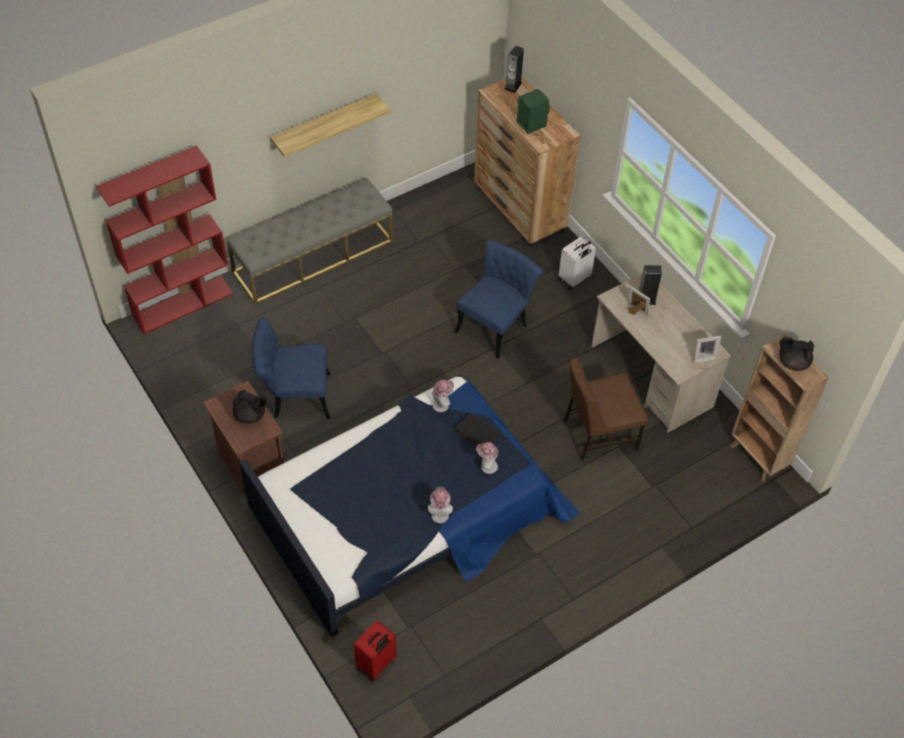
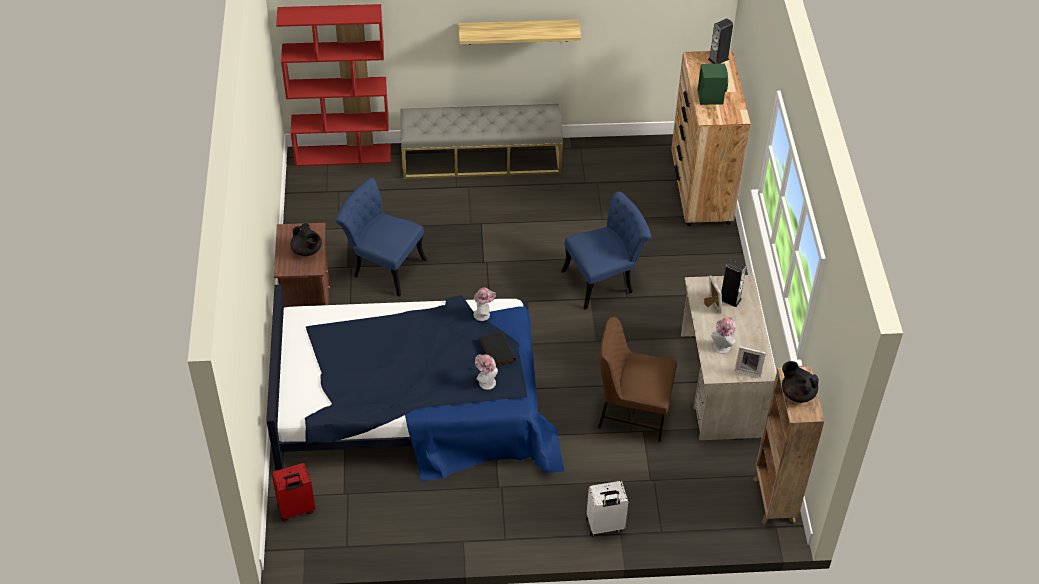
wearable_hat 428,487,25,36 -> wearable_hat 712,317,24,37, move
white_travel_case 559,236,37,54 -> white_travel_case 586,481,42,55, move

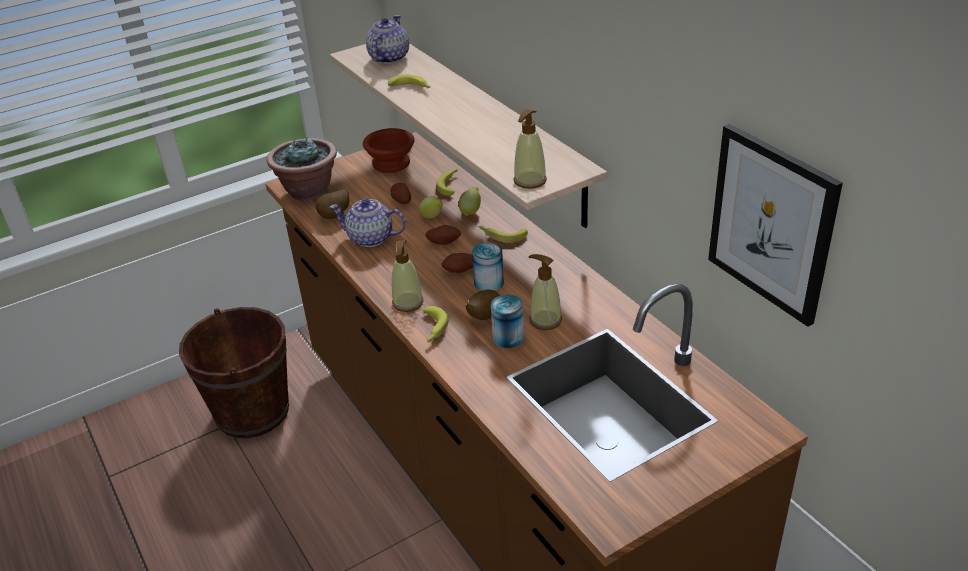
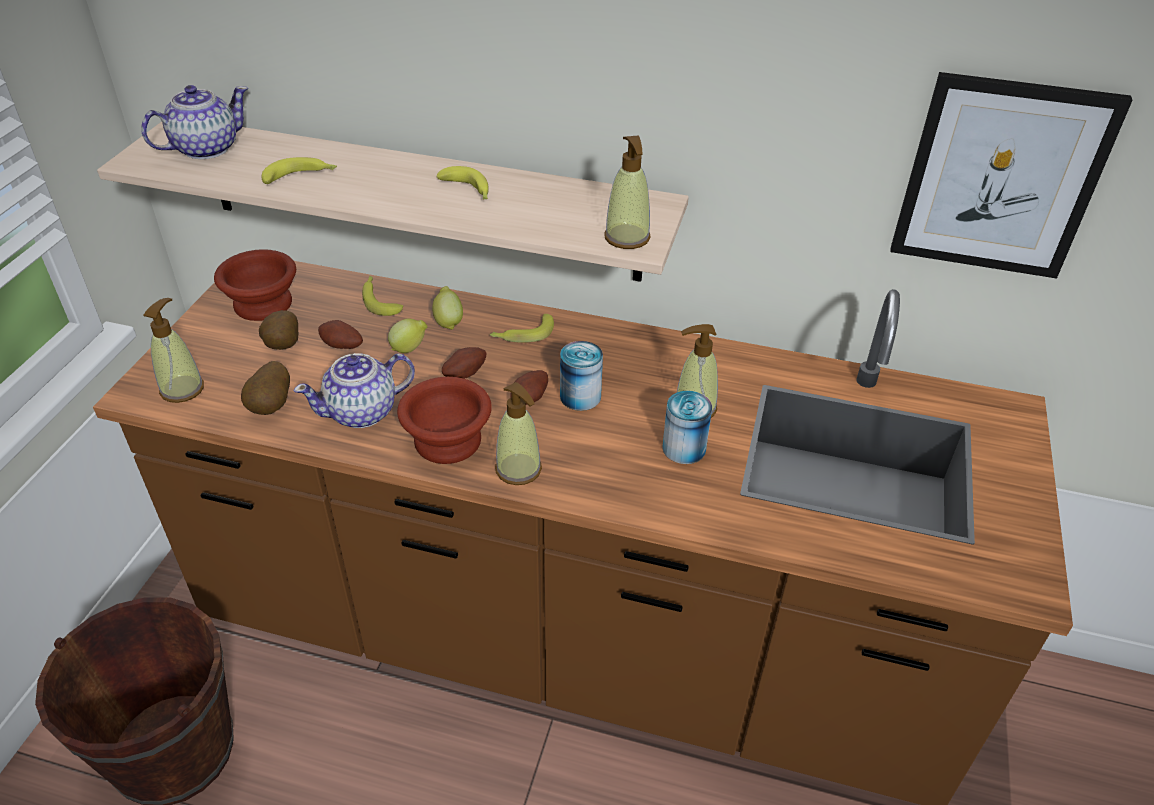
potted_plant 266,137,71,64 -> soap_dispenser 144,298,60,105
pot_for_tea 366,15,43,49 -> pot_for_tea 141,85,107,74, 75 degrees clockwise
banana 423,306,26,36 -> banana 436,166,53,34, move
spud 466,289,34,31 -> spud 259,310,39,40, move
none -> brown-coloured_deep_dish 397,377,95,87

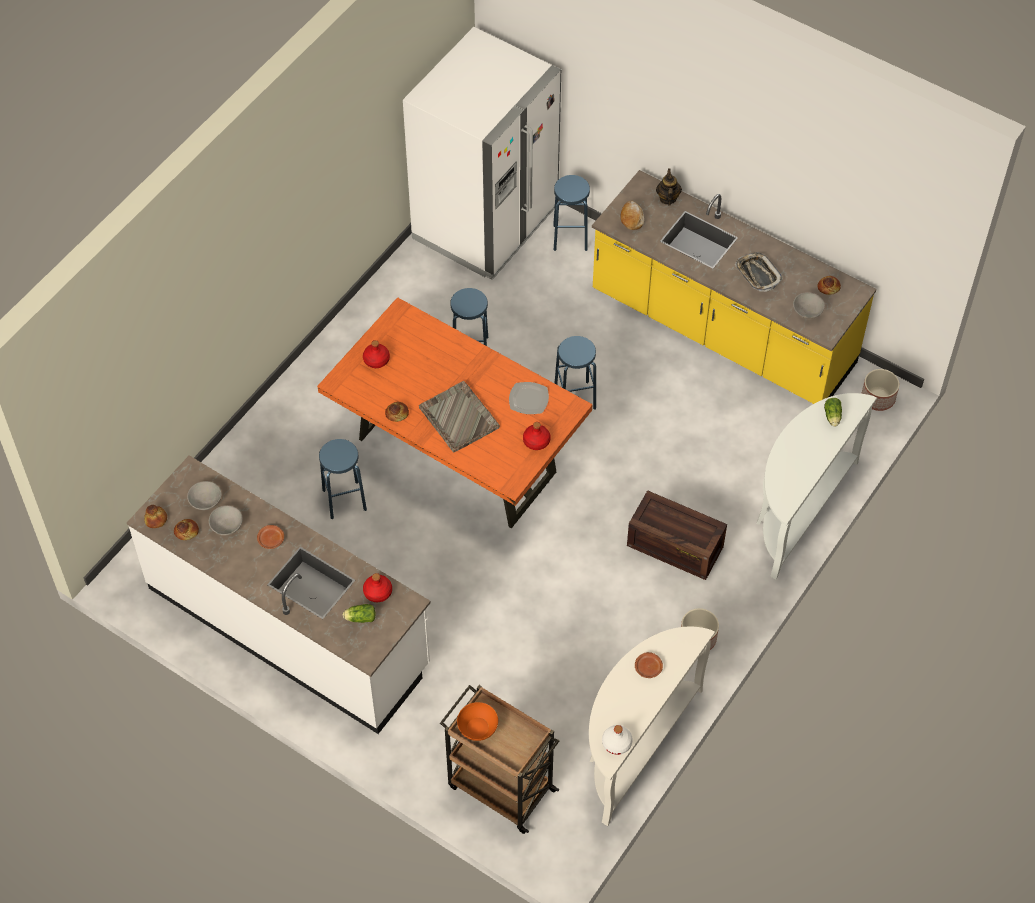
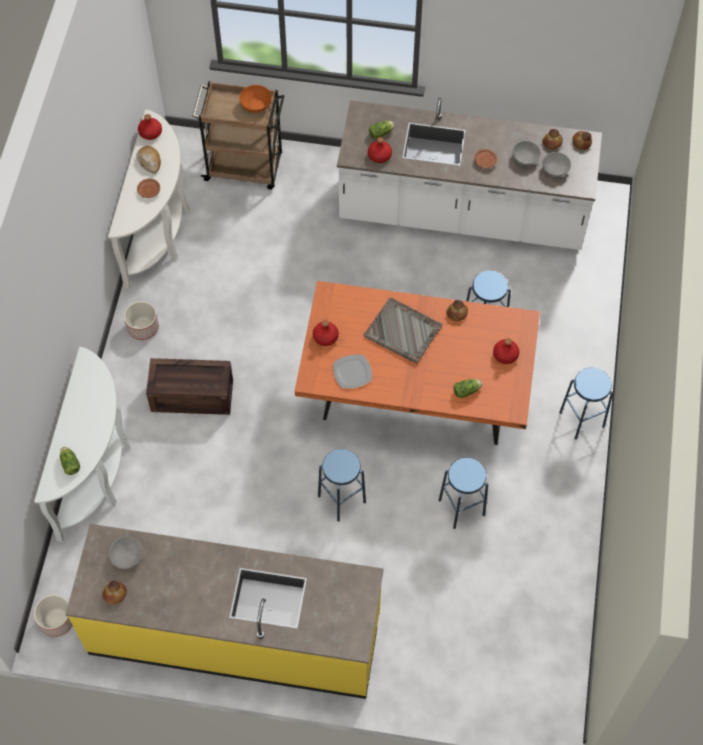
white_refrigerator 403,27,158,253 -> none
blue_stool_seat 553,175,37,76 -> blue_stool_seat 559,368,54,72, move
white_beverage_bottle 602,725,31,30 -> reddish_beverage_bottle 138,114,24,26
bread 621,201,23,29 -> bread 136,146,25,28, move
pot_for_tea 656,168,26,38 -> none
carrying_tray 735,252,48,40 -> none
none -> head_of_lettuce 453,379,29,19

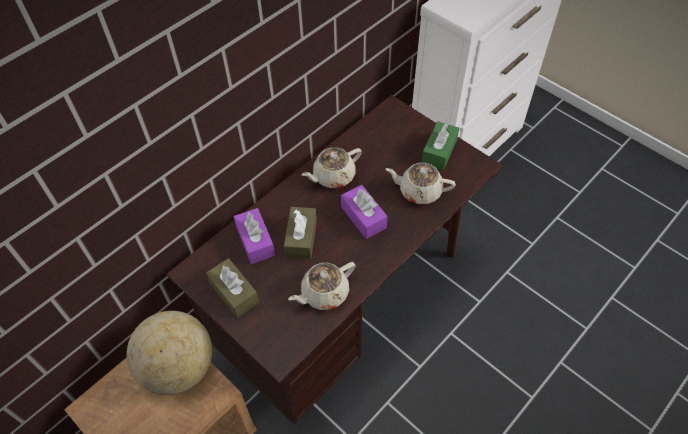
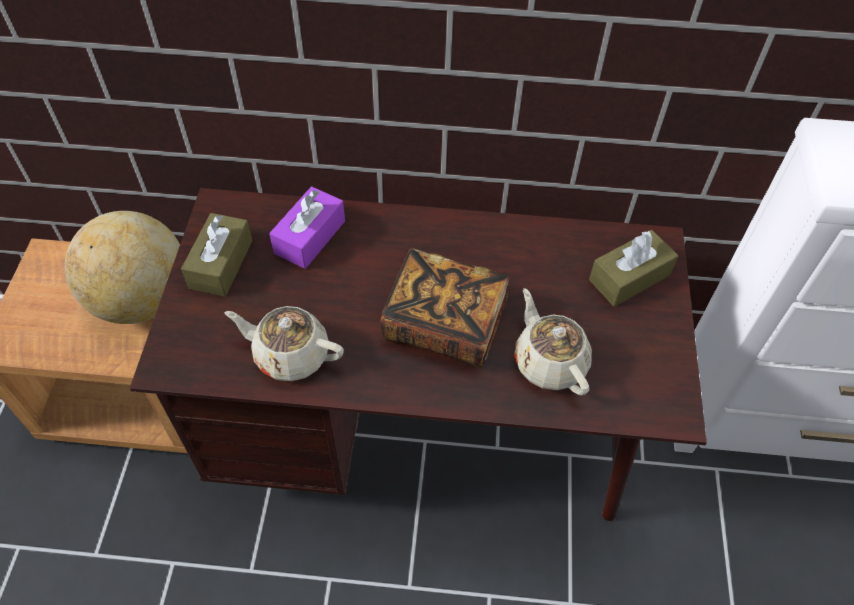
brown-coloured_box_of_tissues 284,207,33,52 -> brown-coloured_box_of_tissues 589,230,89,77, move
beige-coloured_pot_for_tea 302,147,60,41 -> none
purple-coloured_box_of_tissues 341,185,47,54 -> volume 380,248,129,119
green-coloured_box_of_tissues 422,121,37,49 -> none

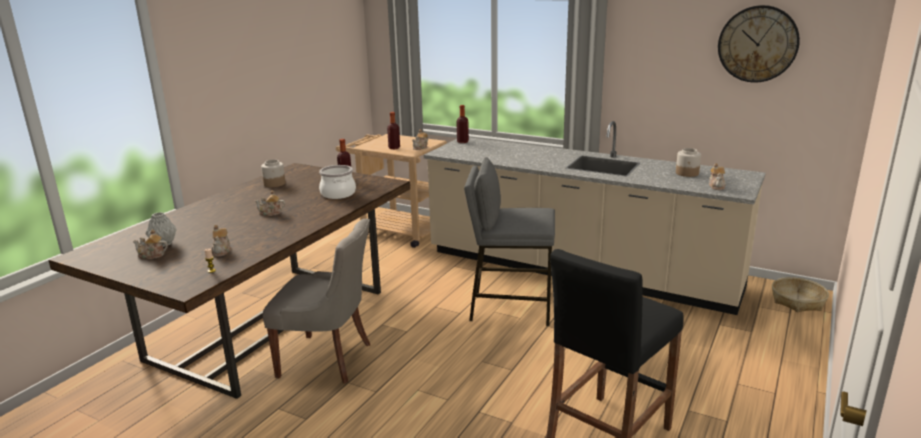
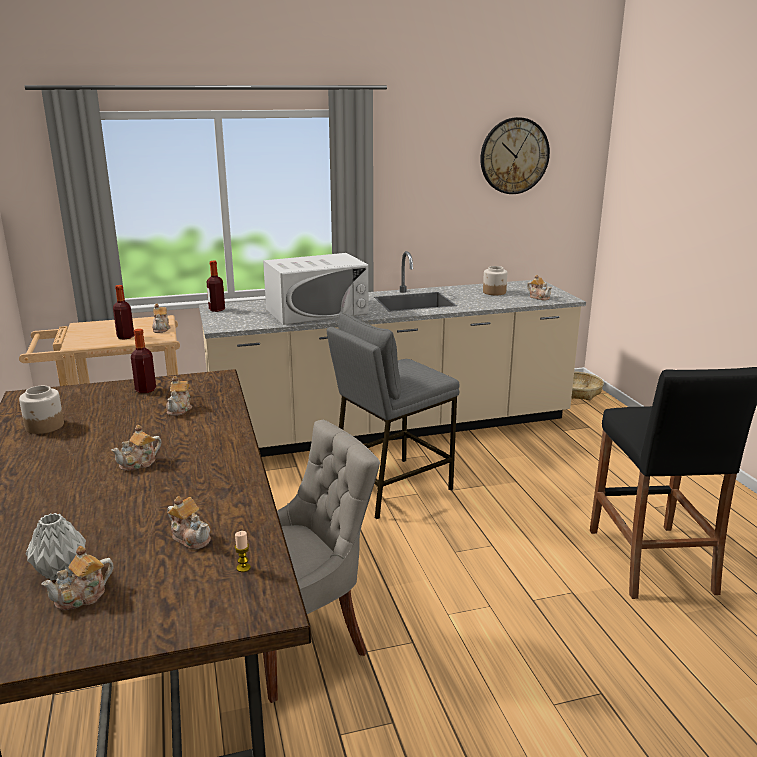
stockpot 319,165,37,34 -> pot_for_tea 166,376,26,40
none -> white_microwave_oven 263,253,106,72

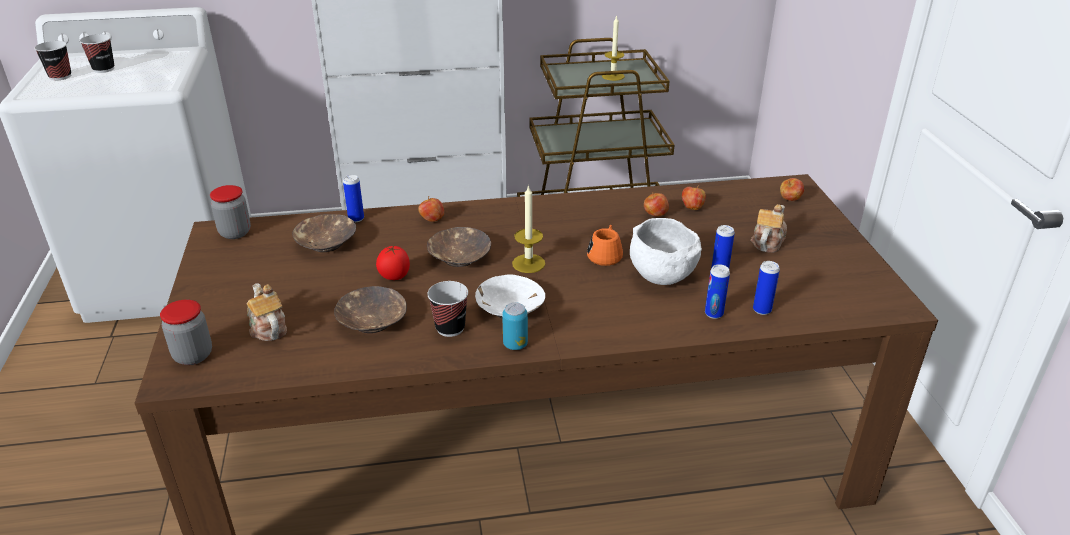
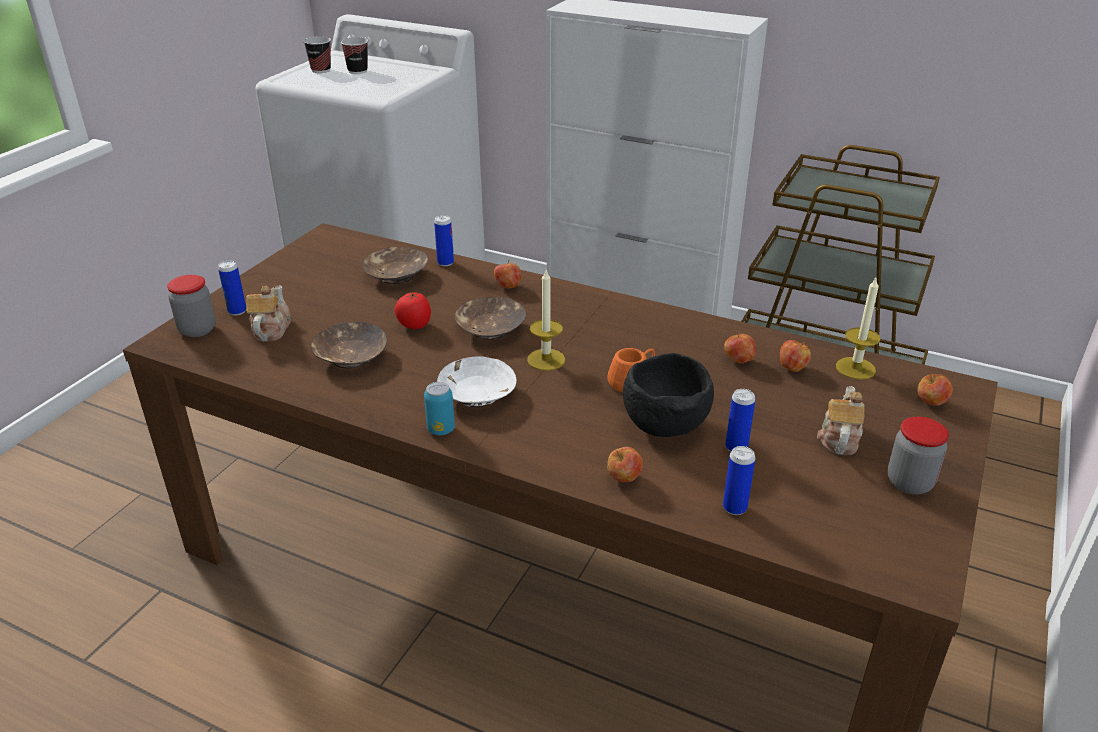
jar 210,185,41,54 -> jar 888,417,61,78, move
drinking_cup 427,281,41,56 -> none
wax_light 602,15,23,66 -> wax_light 836,276,44,104, move
white_deep_dish 630,218,72,67 -> blackish_deep_dish 623,353,91,84
sealed_can 705,264,25,55 -> sealed_can 218,261,28,54, move
pot_for_tea 751,204,36,49 -> pot_for_tea 817,386,48,69, 45 degrees counterclockwise
none -> whole_apple 607,447,36,35

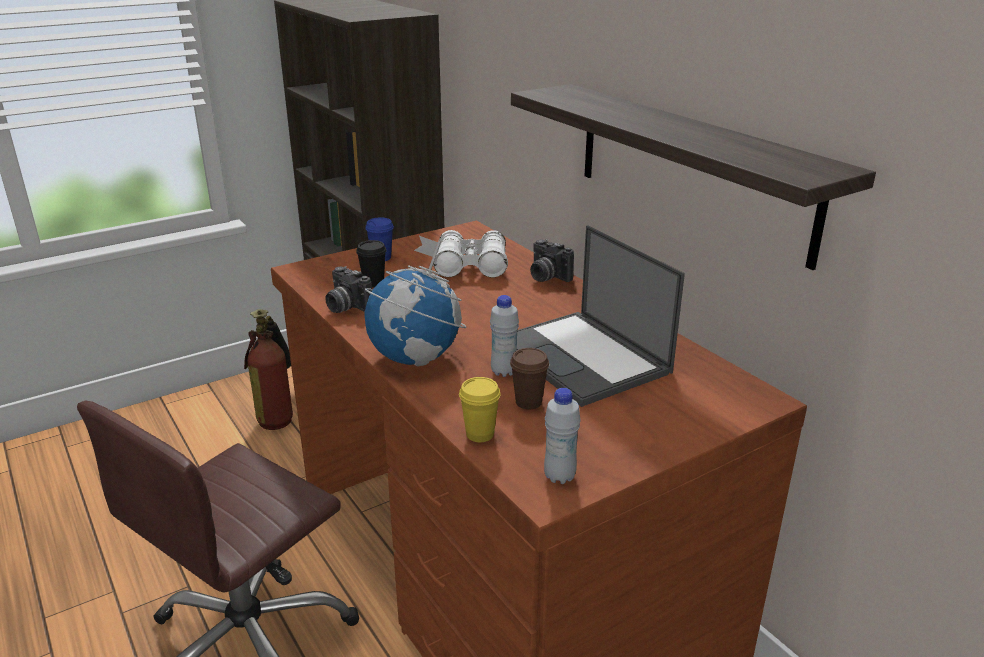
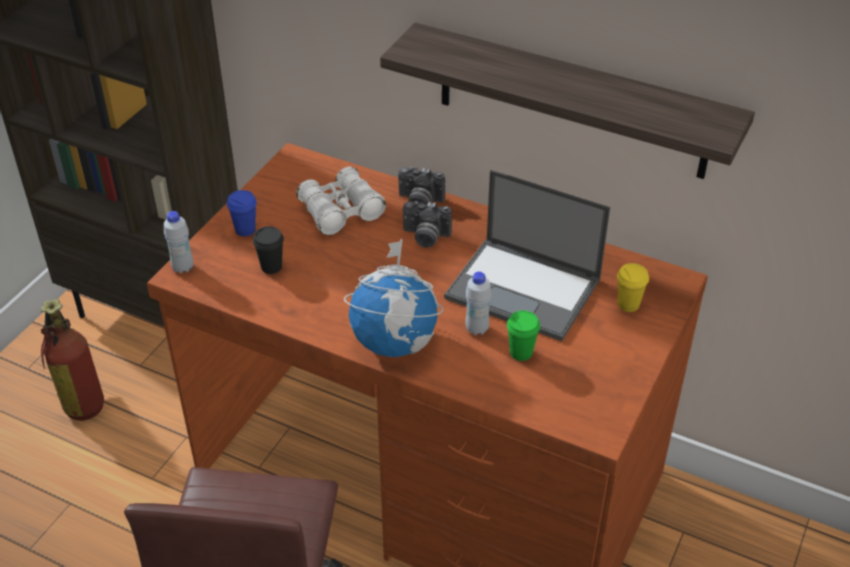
photo_camera 325,266,47,47 -> photo_camera 403,201,49,47, move
yellowish_drinking_cup 459,377,42,65 -> yellowish_drinking_cup 617,263,32,49, move
brown-coloured_drinking_cup 510,348,39,61 -> green-coloured_drinking_cup 507,310,33,51
white_beverage_bottle 544,388,37,96 -> white_beverage_bottle 164,211,29,62, move

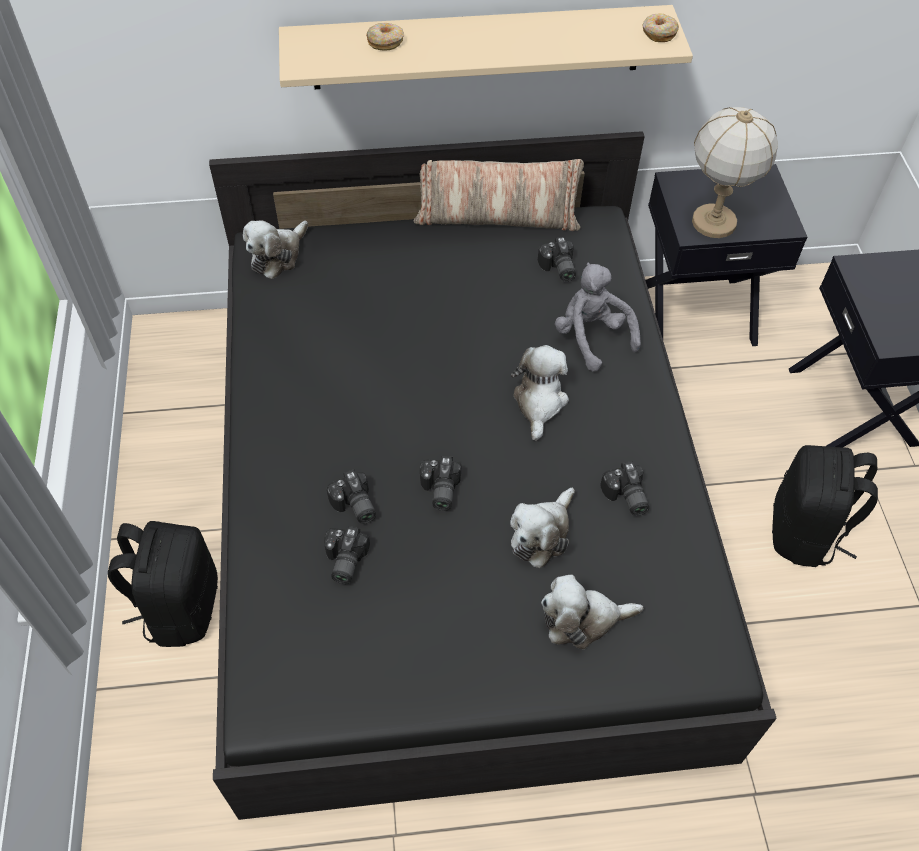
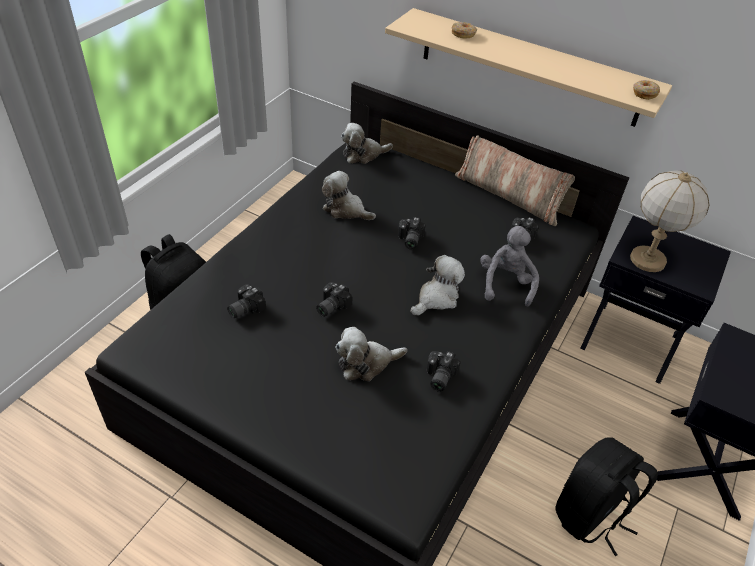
photo_camera 327,469,49,55 -> photo_camera 398,217,28,32, move
cuddly_toy 541,574,103,75 -> cuddly_toy 322,171,54,49, move

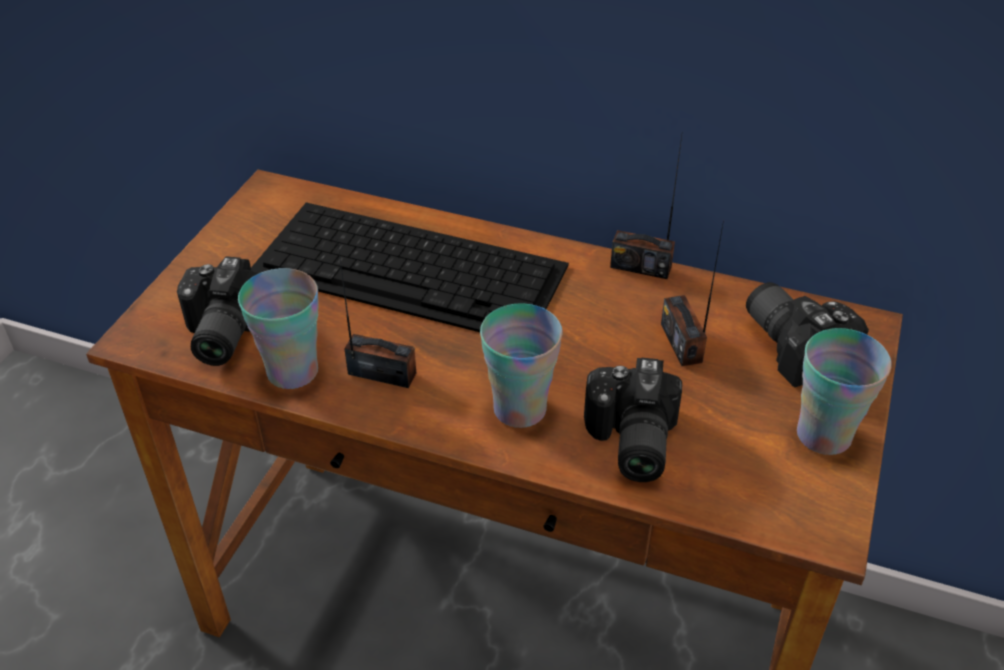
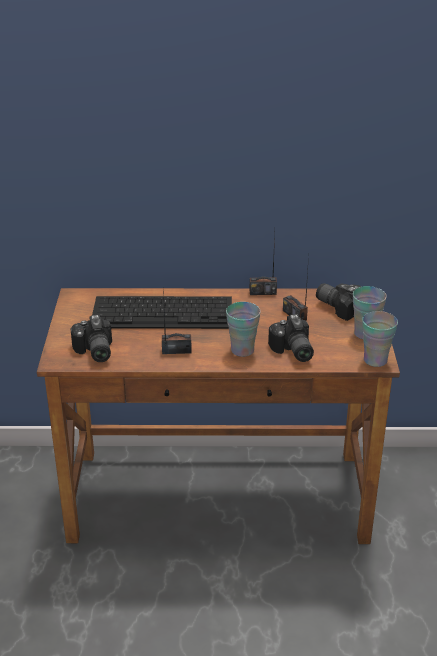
drinking_cup 238,268,81,121 -> drinking_cup 362,311,36,56, move

